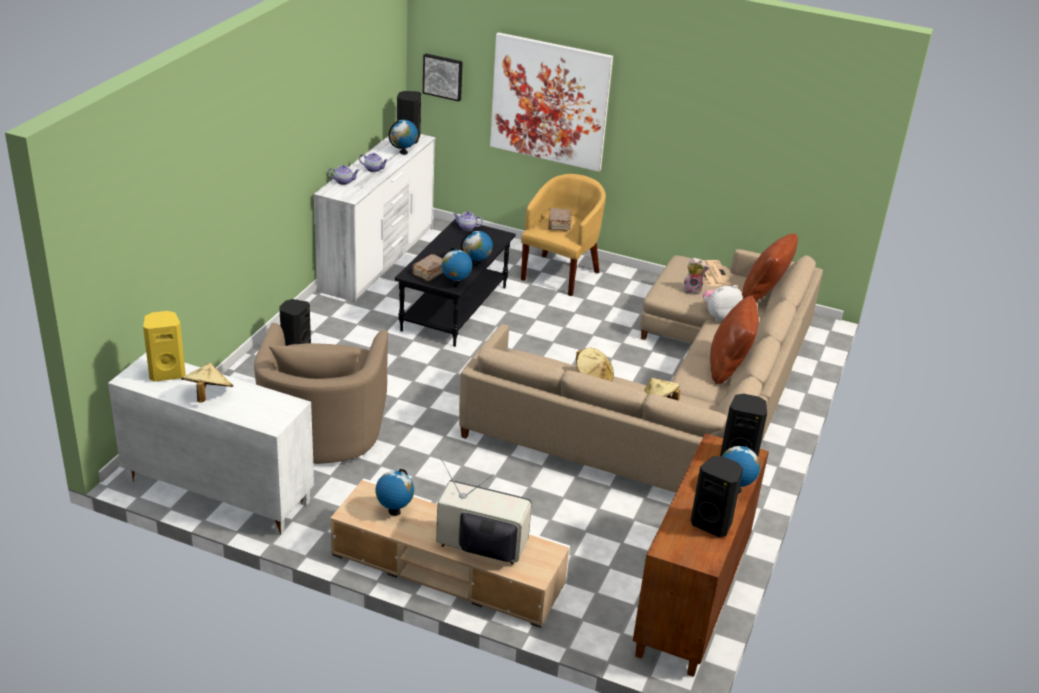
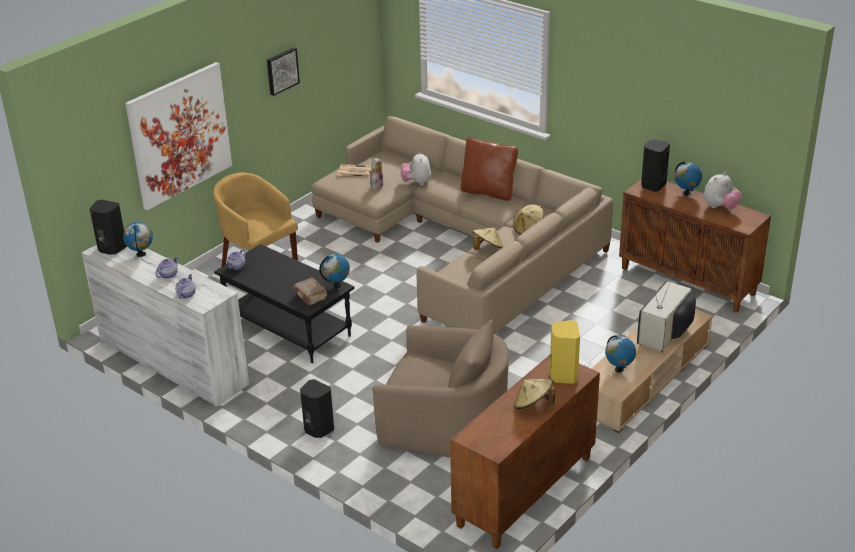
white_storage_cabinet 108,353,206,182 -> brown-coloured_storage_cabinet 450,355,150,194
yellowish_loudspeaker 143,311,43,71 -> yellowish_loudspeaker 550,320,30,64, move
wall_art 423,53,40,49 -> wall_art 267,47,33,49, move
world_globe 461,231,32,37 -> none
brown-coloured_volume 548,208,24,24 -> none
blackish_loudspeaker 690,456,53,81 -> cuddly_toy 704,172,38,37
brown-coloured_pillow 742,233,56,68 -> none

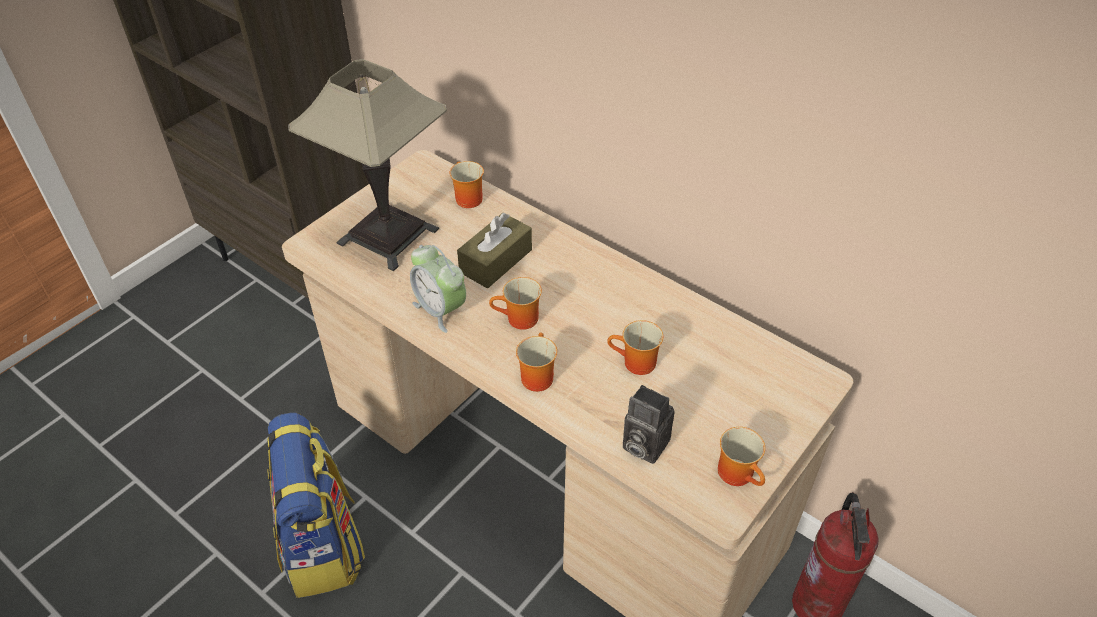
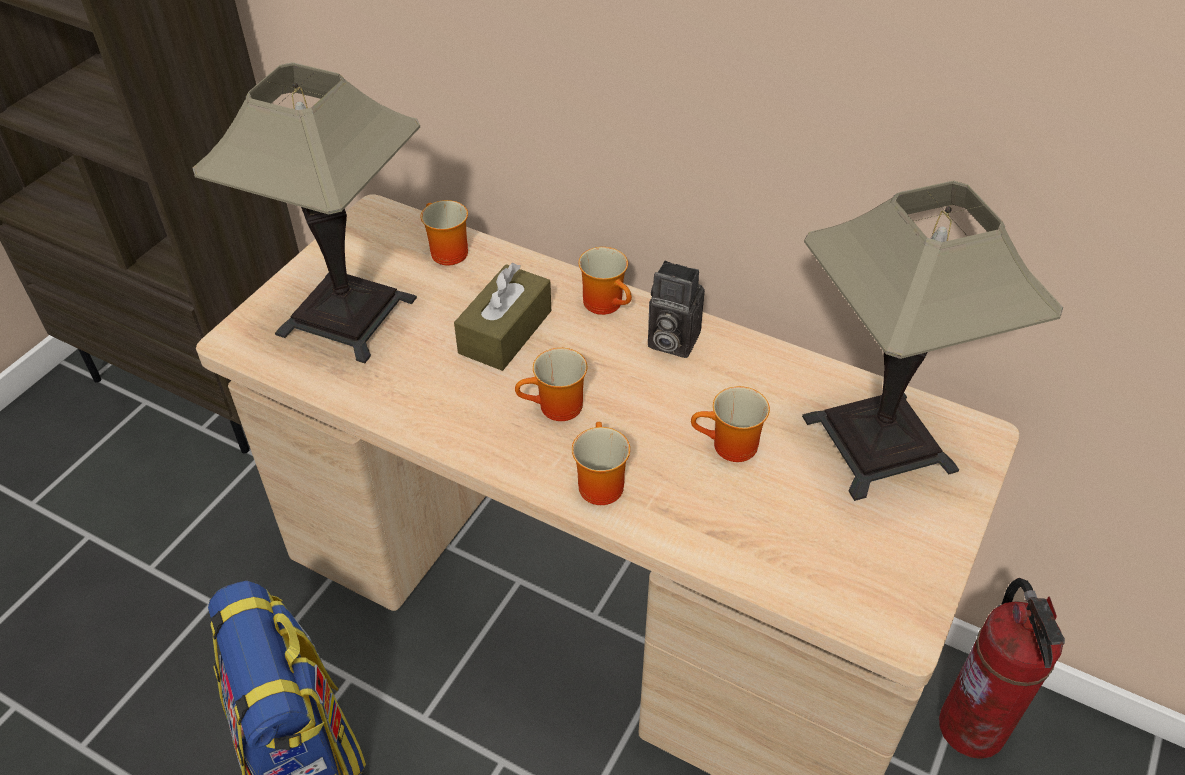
alarm_clock 410,245,56,88 -> none
photo_camera 623,385,52,79 -> photo_camera 648,261,57,97, move
mug 718,427,47,59 -> mug 579,247,53,68, move
none -> tabletop_lamp 802,181,261,320

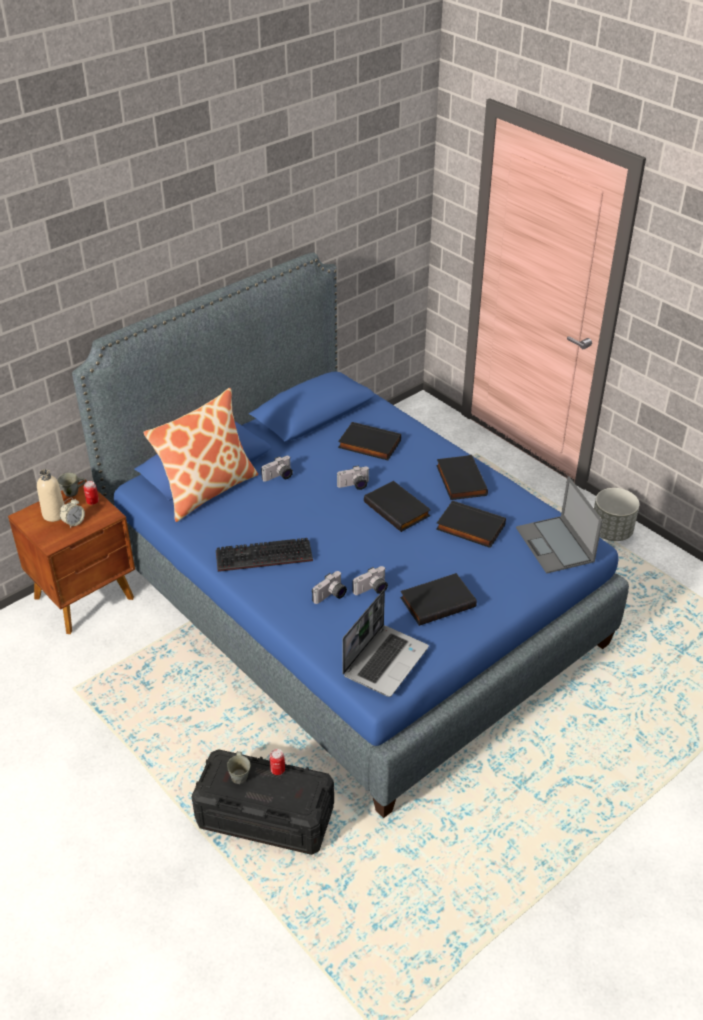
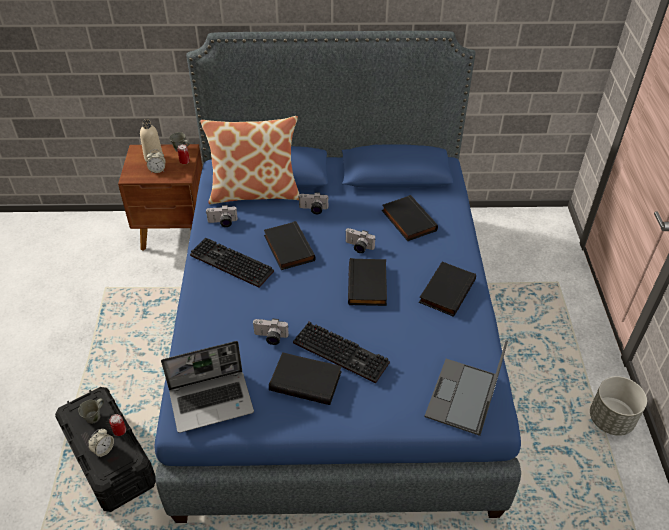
photo_camera 312,571,35,33 -> photo_camera 206,205,32,22, move
blackish_volume 436,501,70,47 -> blackish_volume 264,221,52,49, move
none -> alarm_clock 88,429,26,28
none -> computer_keyboard 293,321,97,62

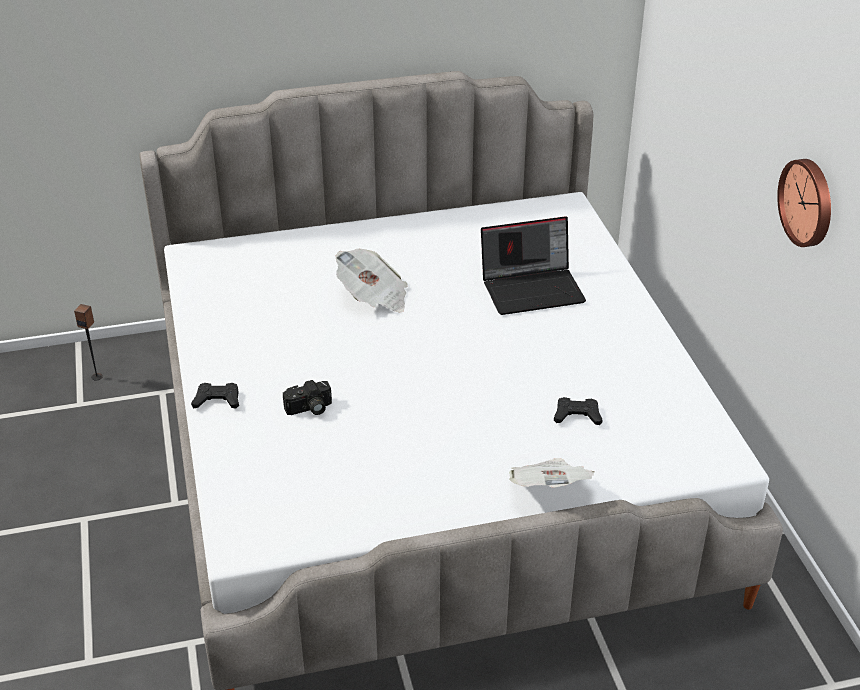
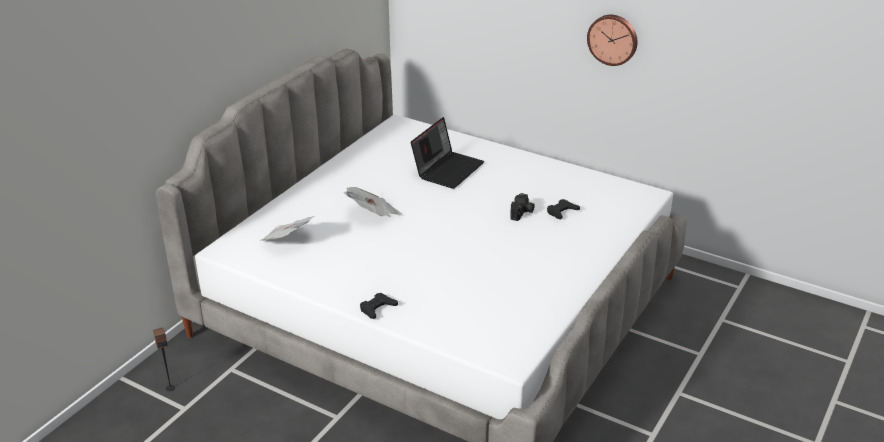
photo_camera 283,380,49,35 -> photo_camera 510,193,25,28, move
newspaper 509,458,86,30 -> newspaper 260,216,55,25, move

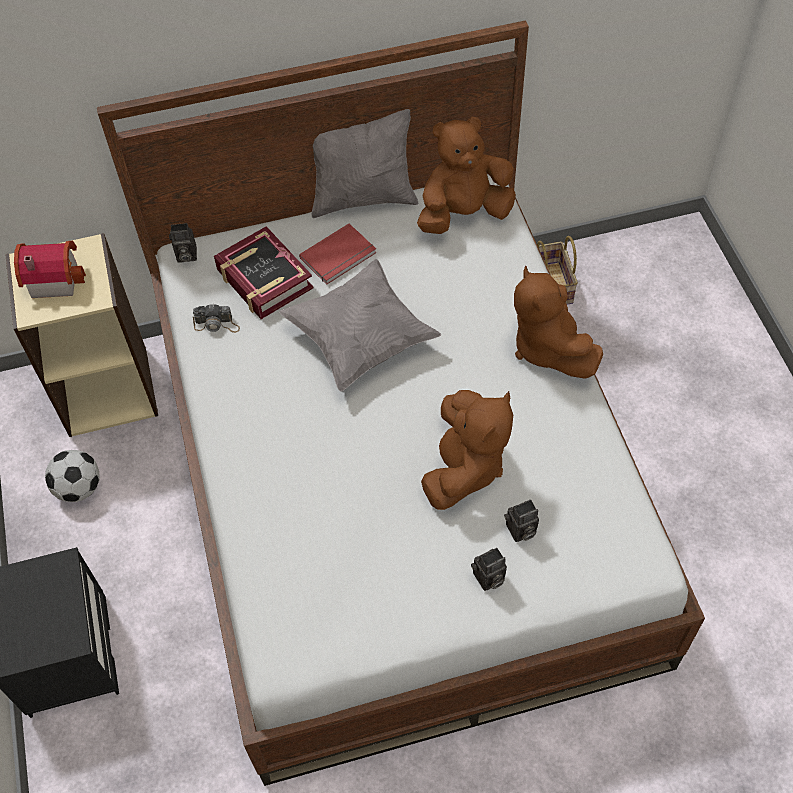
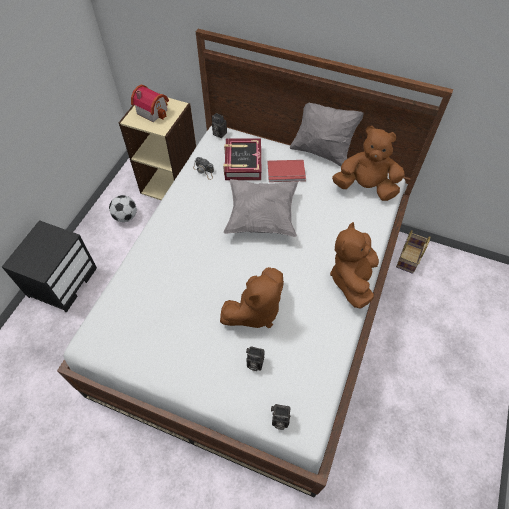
photo_camera 471,548,36,43 -> photo_camera 271,404,19,26, move

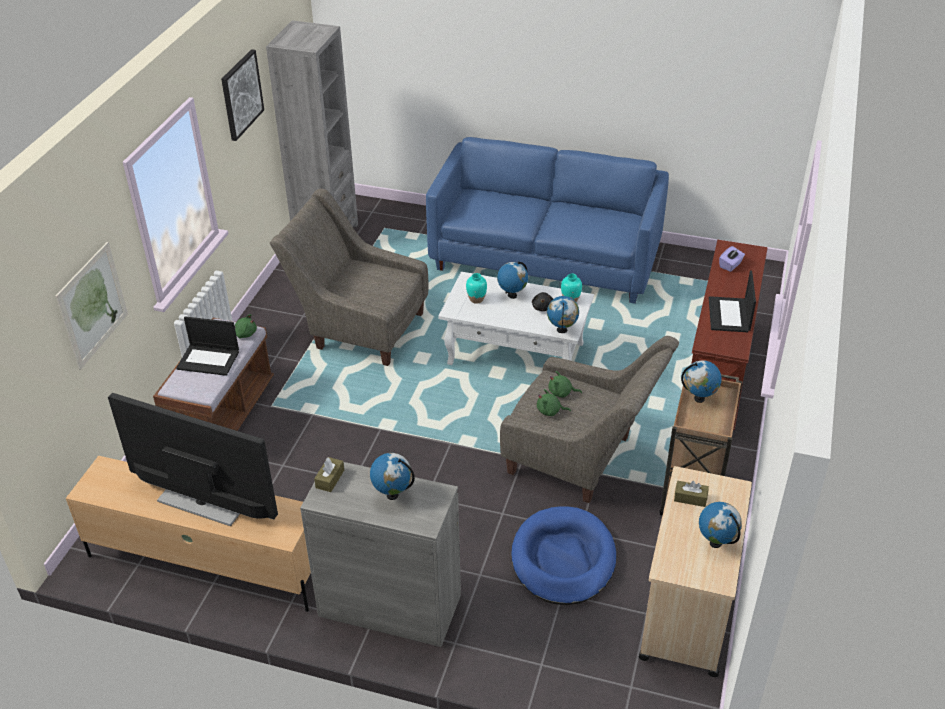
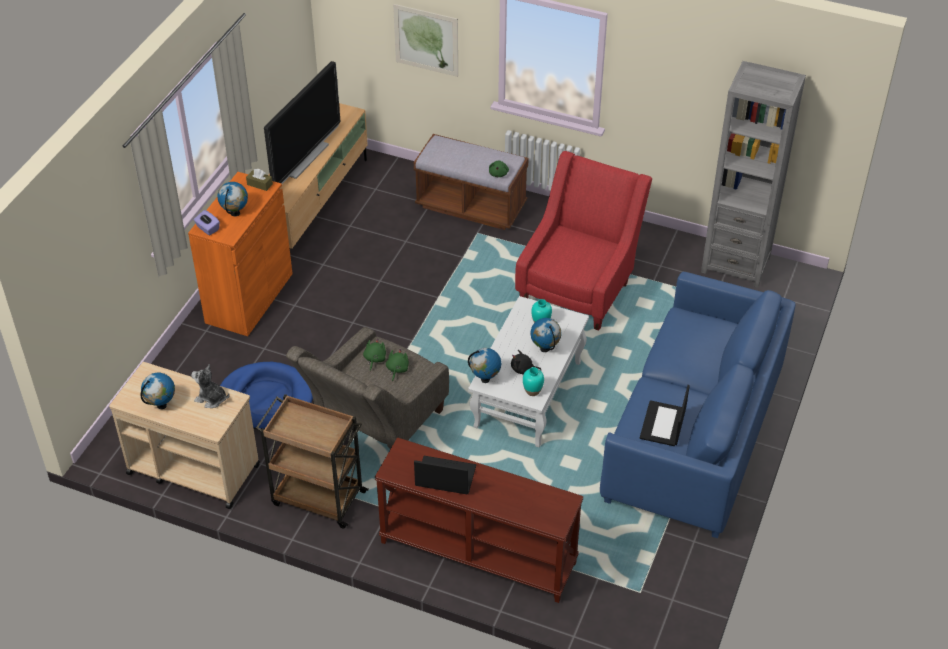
notebook_computer 176,317,63,59 -> notebook_computer 640,385,50,61, move
wall_art 221,49,43,92 -> none
grey_easy_chair 270,189,158,177 -> reddish_easy_chair 515,151,137,179
grey_storage_cabinet 300,462,161,185 -> orange-coloured_storage_cabinet 188,172,105,164
brown-coloured_box_of_tissues 674,481,35,26 -> cuddly_toy 191,364,39,44
world_globe 681,360,41,43 -> none
purple-coloured_box_of_tissues 719,246,26,26 -> purple-coloured_box_of_tissues 194,210,26,25, move

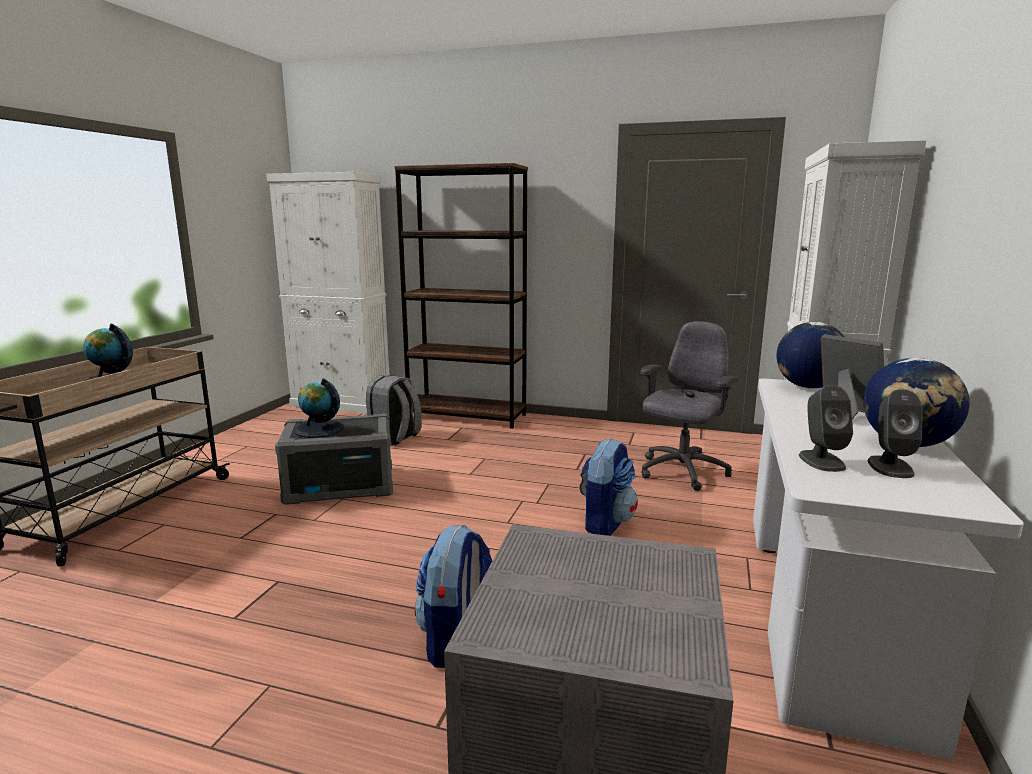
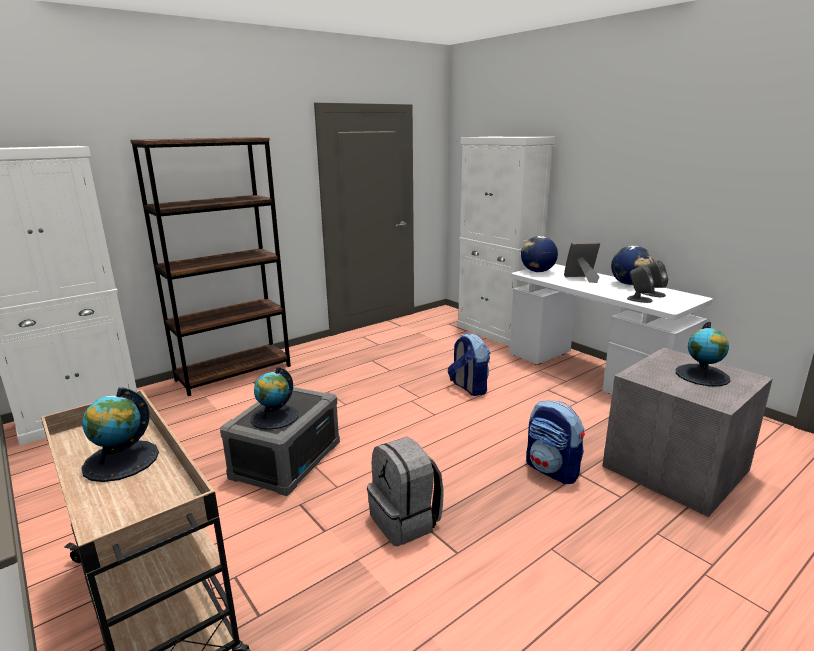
grey_knapsack 364,375,58,71 -> grey_knapsack 367,437,77,109, move
grey_office_chair 641,321,97,170 -> none
none -> world_globe 676,322,54,64

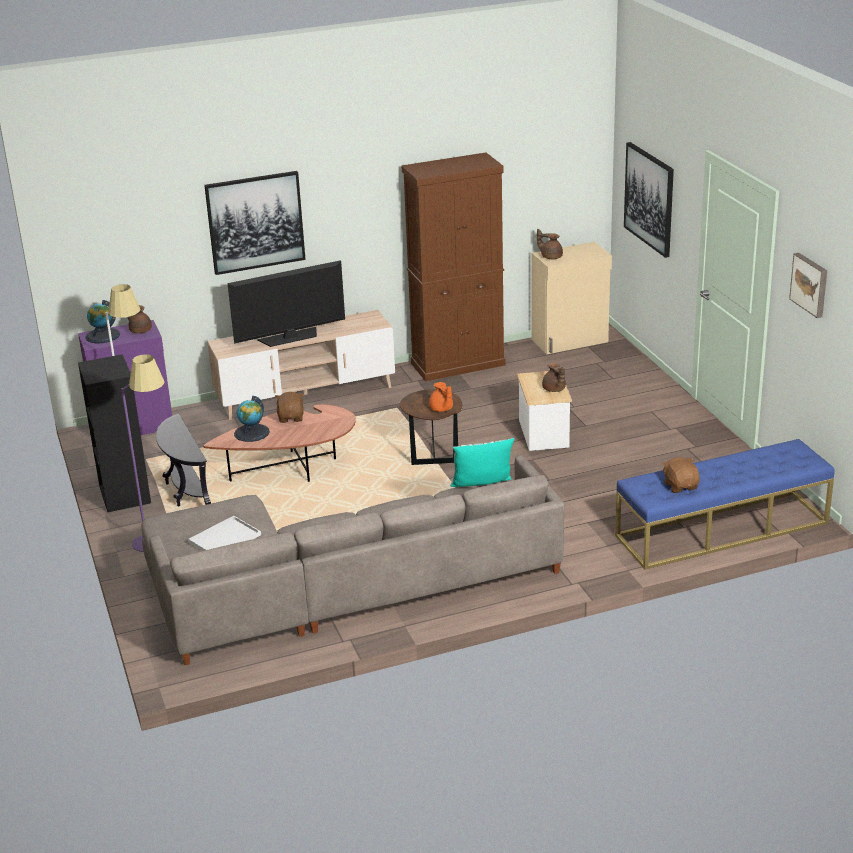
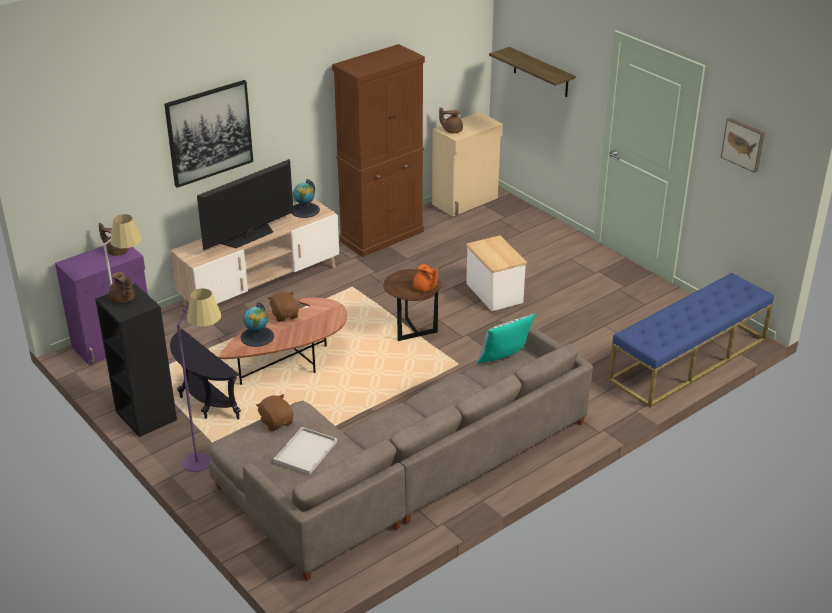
world_globe 86,300,34,43 -> world_globe 291,179,29,39, move
brown-coloured_pot_for_tea 542,363,24,29 -> brown-coloured_pot_for_tea 109,272,26,31, move
wall_art 624,142,50,116 -> shelf 489,47,87,50
brown-coloured_cuddly_toy 662,457,38,36 -> brown-coloured_cuddly_toy 256,394,37,37, move

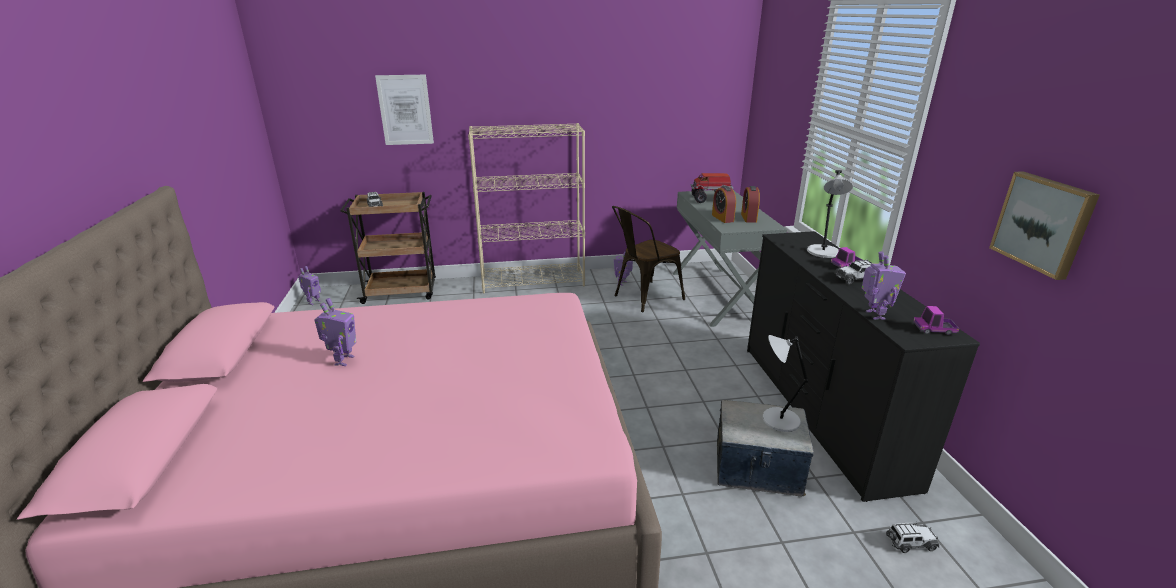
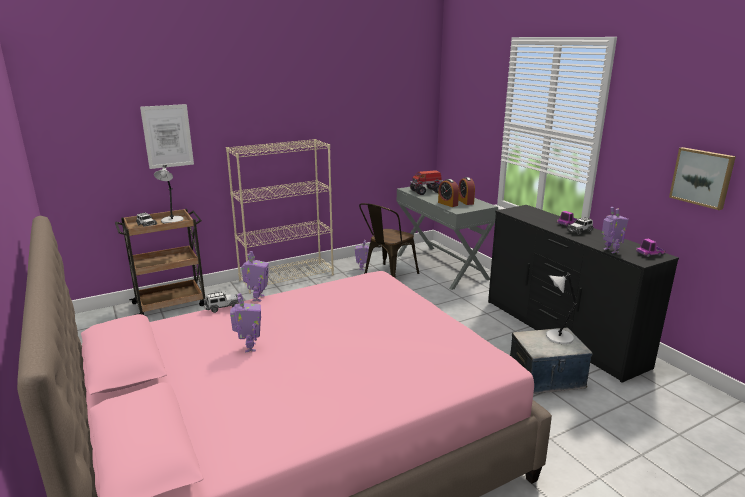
robot_figure 298,266,23,39 -> robot_figure 241,251,28,50, move
grey_tabletop_lamp 807,170,46,88 -> grey_tabletop_lamp 154,165,30,58, move
model_car 886,522,53,31 -> model_car 204,292,35,21, move

